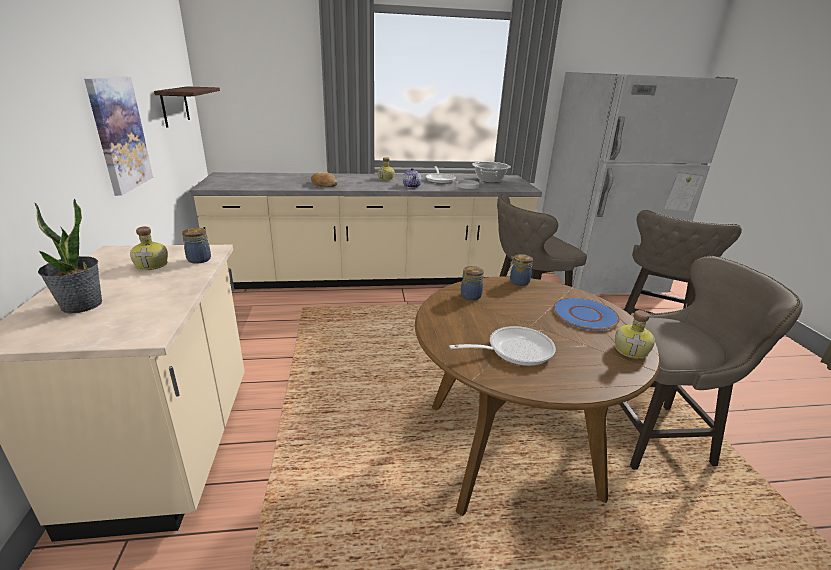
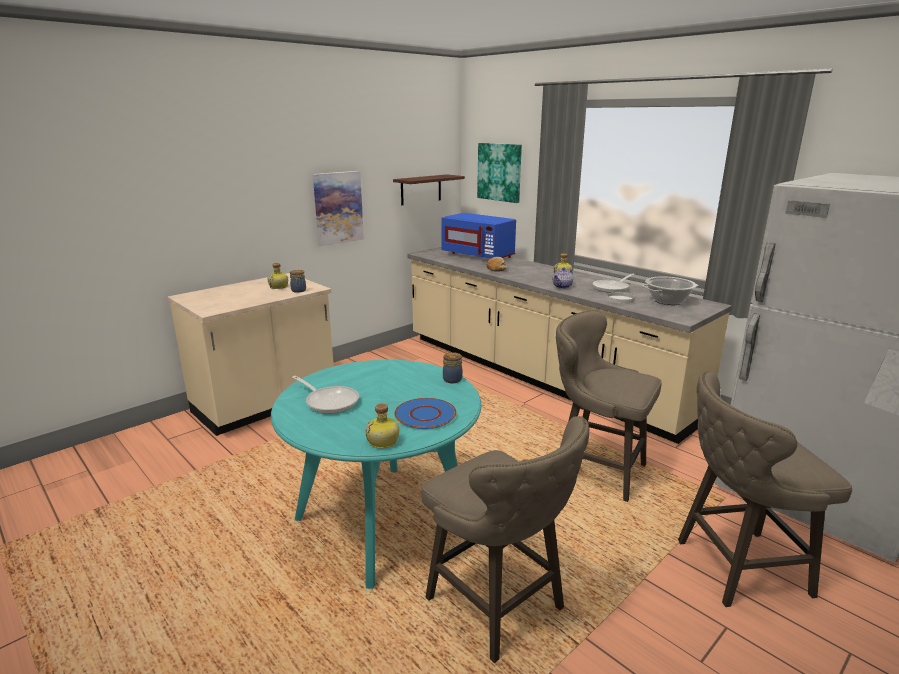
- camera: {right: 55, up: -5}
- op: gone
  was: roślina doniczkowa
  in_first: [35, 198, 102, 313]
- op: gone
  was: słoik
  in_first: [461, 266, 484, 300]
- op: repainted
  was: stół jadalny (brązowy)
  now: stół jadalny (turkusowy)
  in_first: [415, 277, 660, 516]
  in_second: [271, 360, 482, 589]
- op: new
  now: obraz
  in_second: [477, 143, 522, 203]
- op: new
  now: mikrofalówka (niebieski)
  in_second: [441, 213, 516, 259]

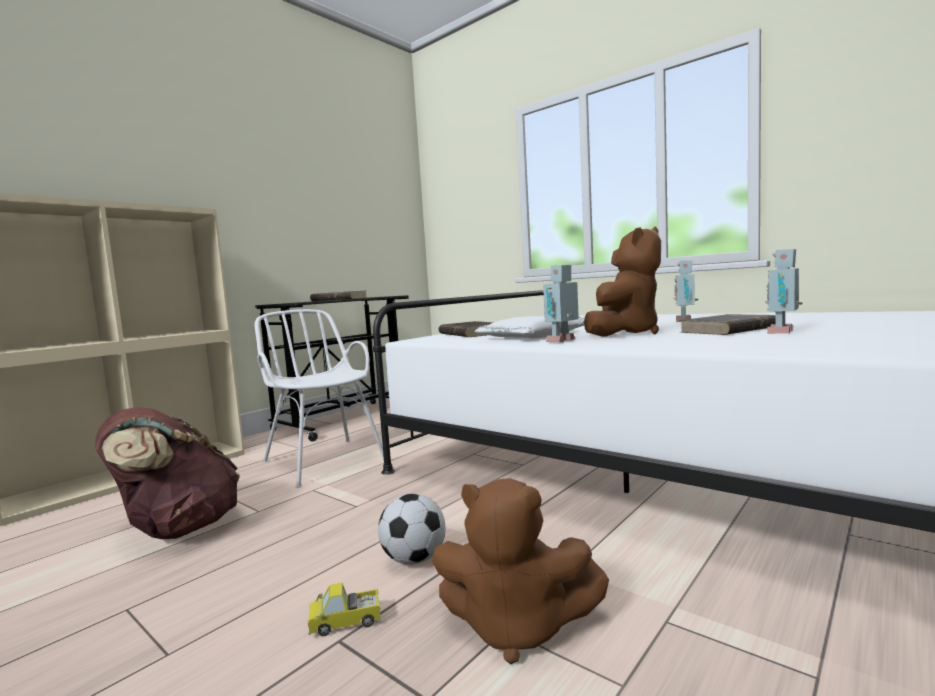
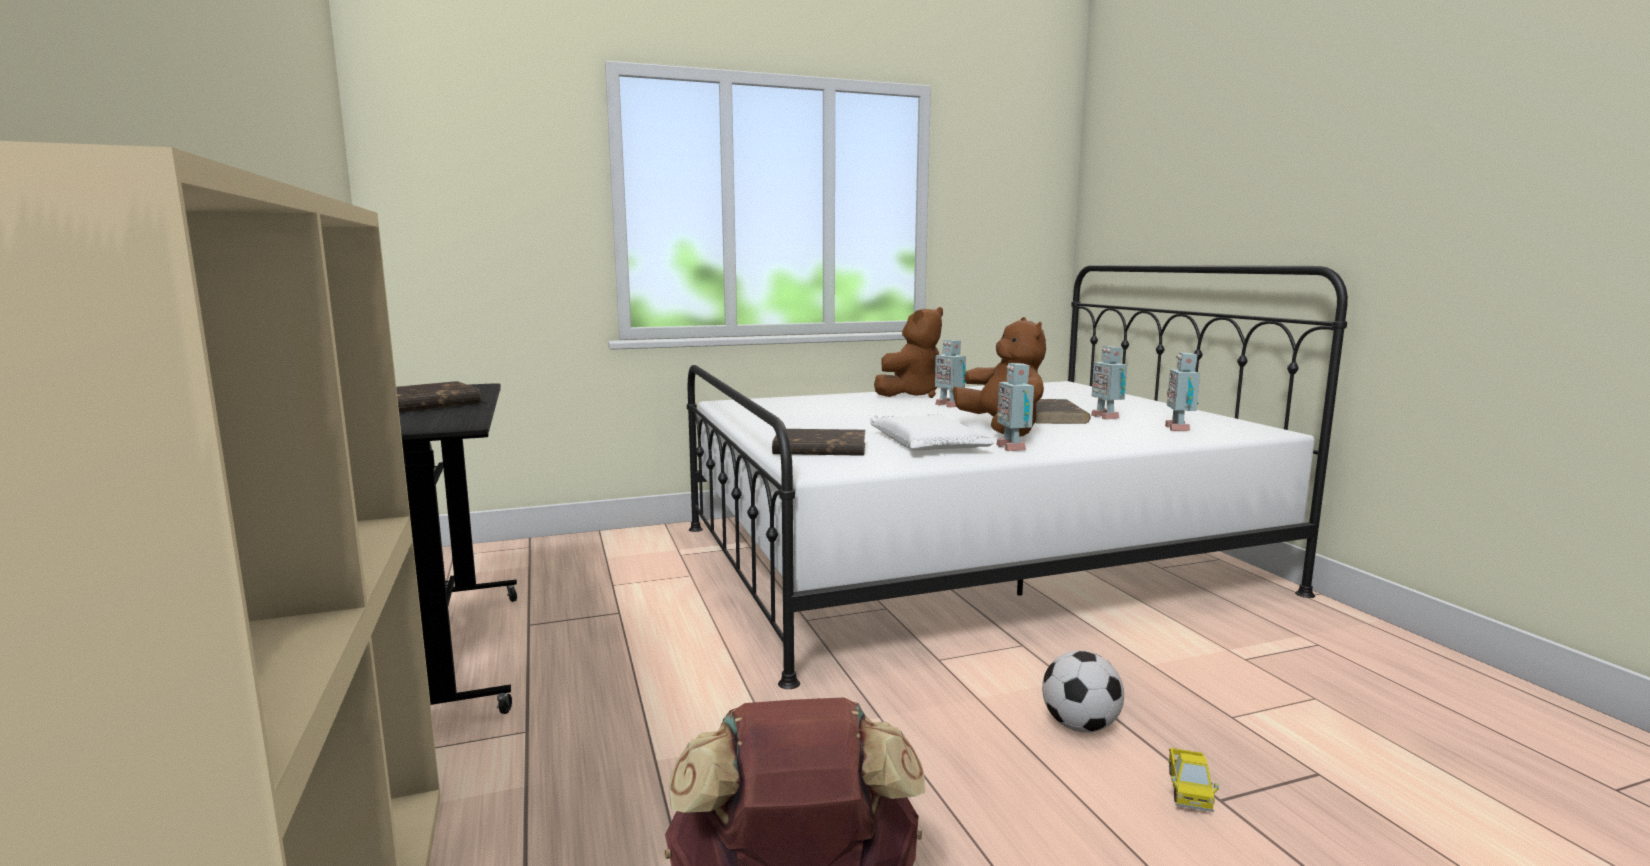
- camera: {right: -60, up: 5}
- op: gone
  was: krzesło (biały)
  in_first: [255, 309, 384, 488]
- op: shifted
  was: pluszak (brązowy)
  in_first: [432, 478, 609, 664]
  in_second: [874, 307, 943, 398]
- op: new
  now: robot zabawkowy
  in_second: [1165, 352, 1200, 431]

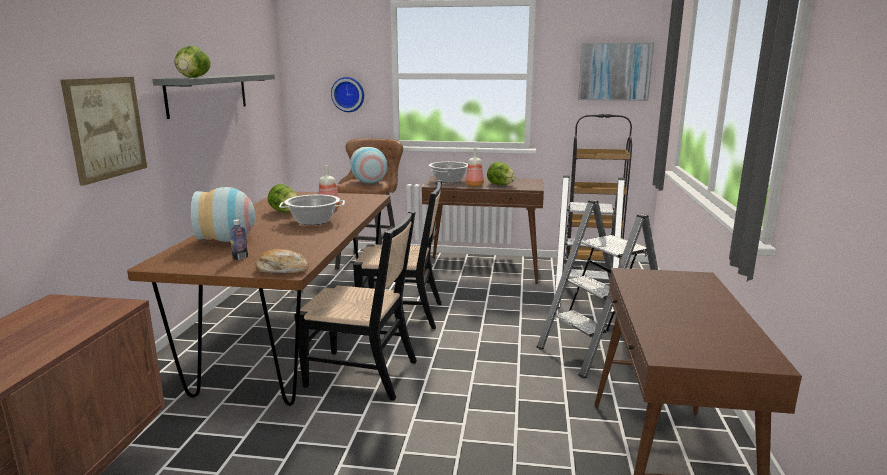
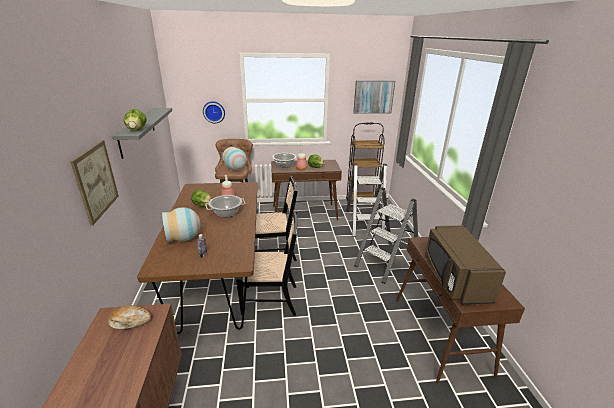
- camera: {right: -15, up: 10}
- op: shifted
  was: chleb
  in_first: [256, 249, 309, 274]
  in_second: [108, 305, 151, 329]
- op: new
  now: mikrofalówka (brązowy)
  in_second: [425, 226, 506, 304]

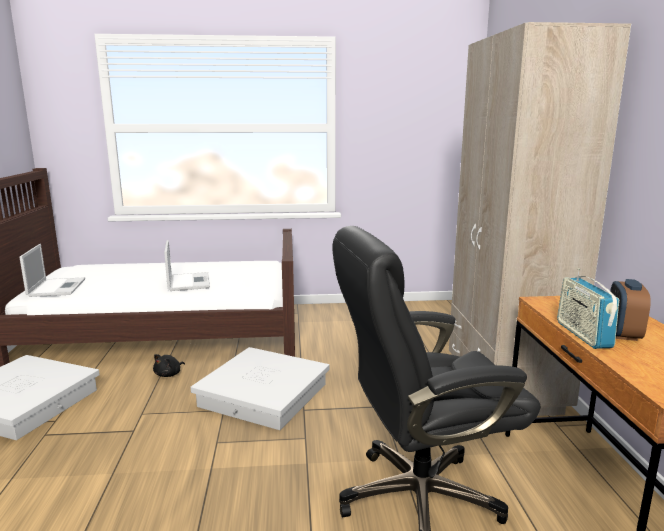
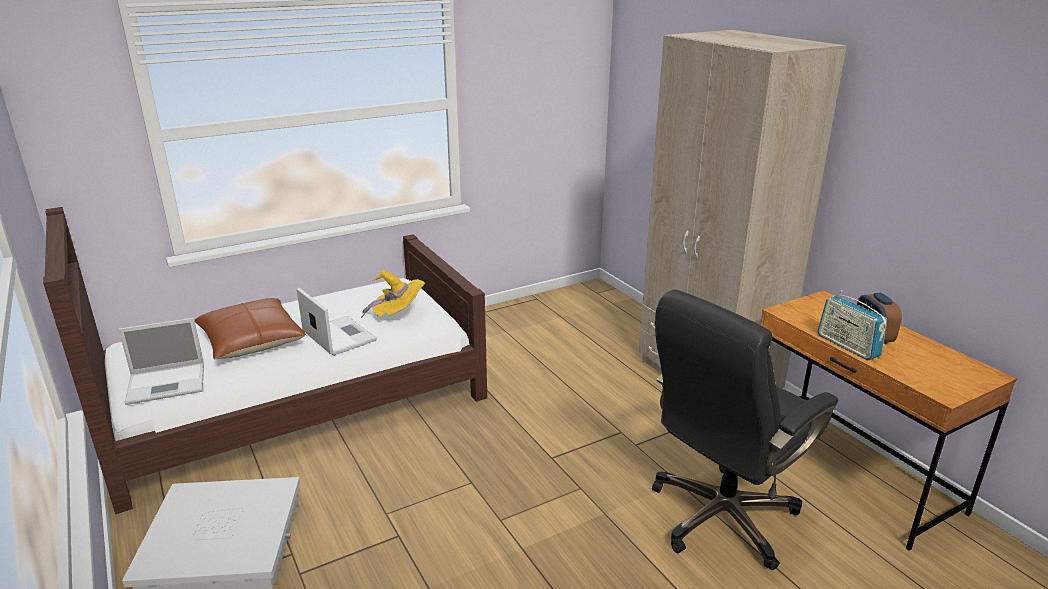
- camera: {right: -25, up: 10}
- op: rotated
  was: laptop
  in_first: [19, 244, 85, 297]
  in_second: [118, 318, 204, 405]
  clockwise: 105
- op: gone
  was: pojemnik do przechowywania (biały)
  in_first: [190, 347, 330, 430]
- op: gone
  was: pluszak (czarny)
  in_first: [153, 354, 185, 377]
- op: new
  now: kapelusz (żółty)
  in_second: [361, 270, 425, 318]
- op: new
  now: poduszka (brązowy)
  in_second: [195, 298, 306, 359]

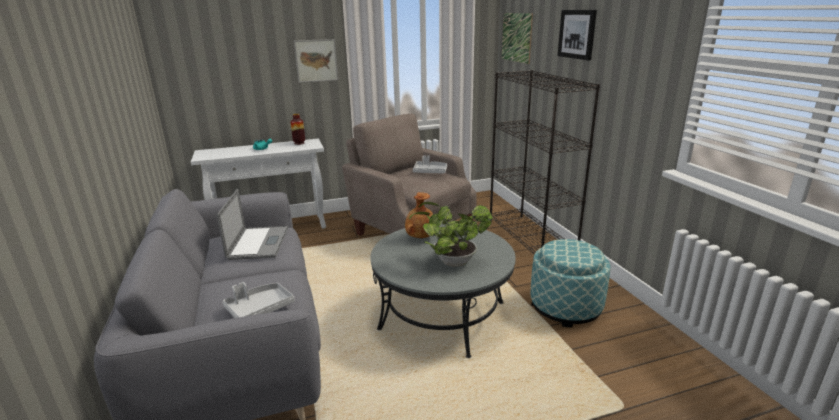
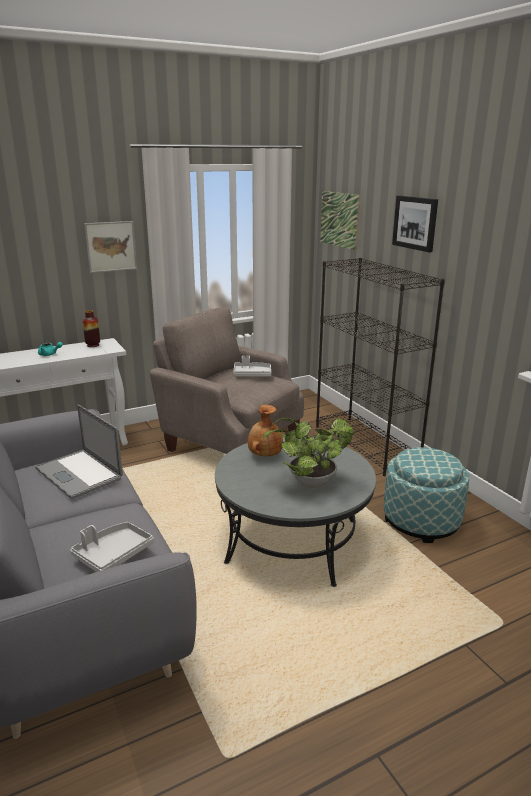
- camera: {right: -10, up: 0}
- op: rotated
  was: laptop
  in_first: [217, 189, 288, 260]
  in_second: [35, 404, 123, 499]
  clockwise: 150

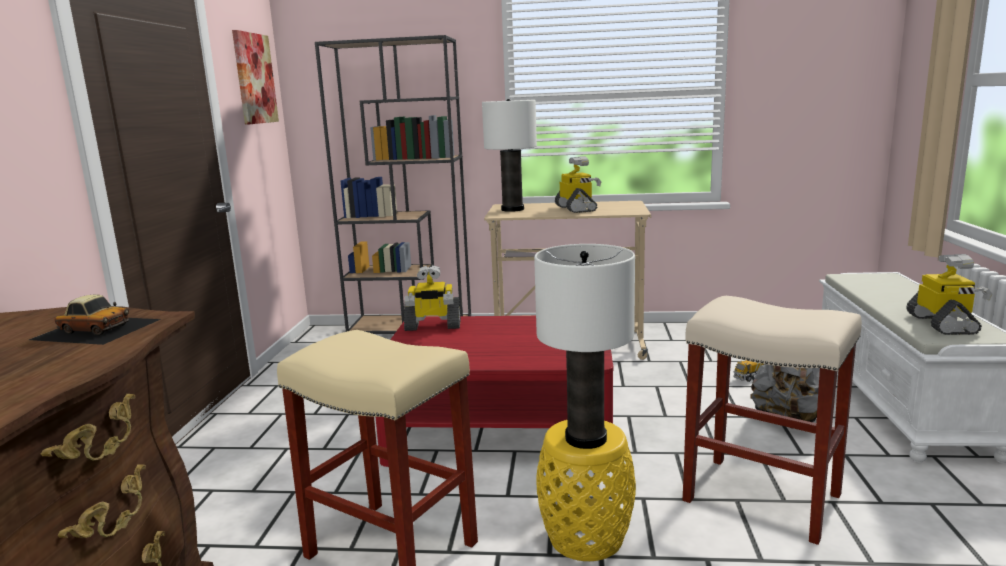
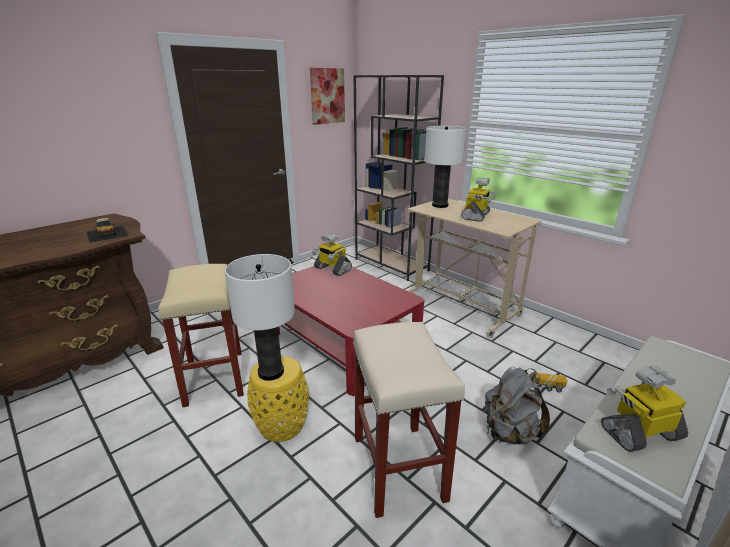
- camera: {right: 40, up: 10}
- op: rotated
  was: robot zabawkowy
  in_first: [906, 254, 992, 335]
  in_second: [601, 365, 688, 452]
  clockwise: -150

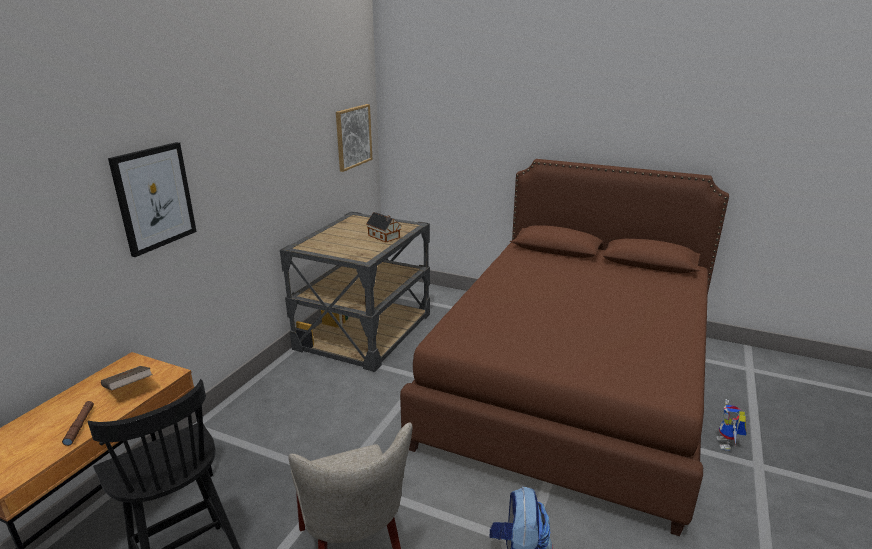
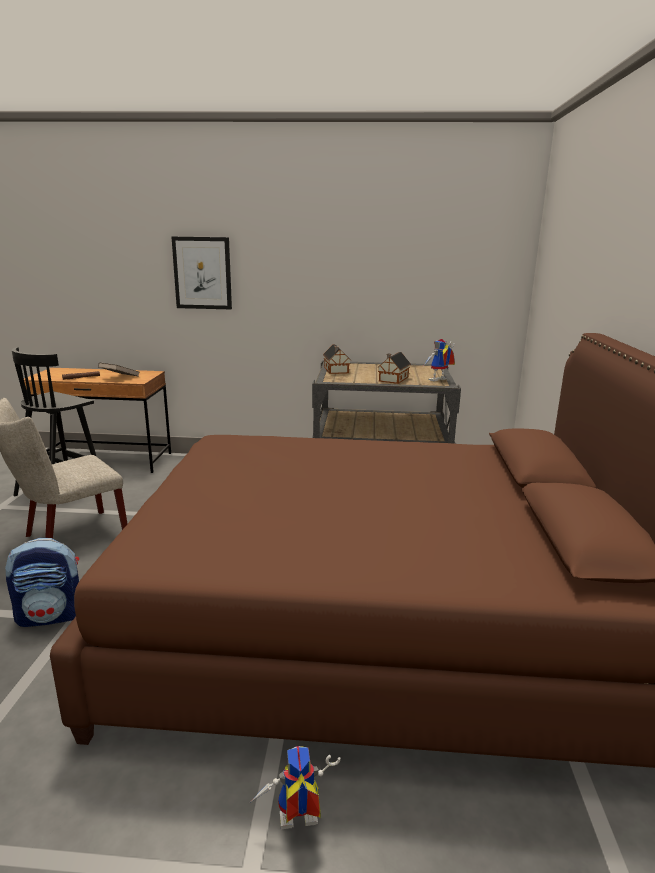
- camera: {right: 70, up: -5}
- op: gone
  was: obraz
  in_first: [336, 104, 372, 172]
- op: new
  now: robot zabawkowy
  in_second: [424, 339, 455, 381]
- op: new
  now: domek
  in_second: [323, 344, 350, 374]

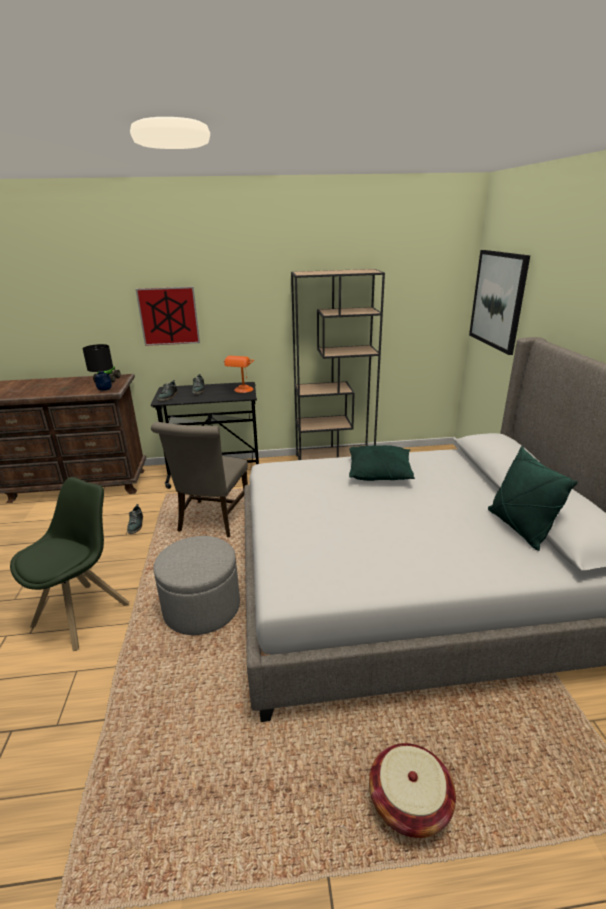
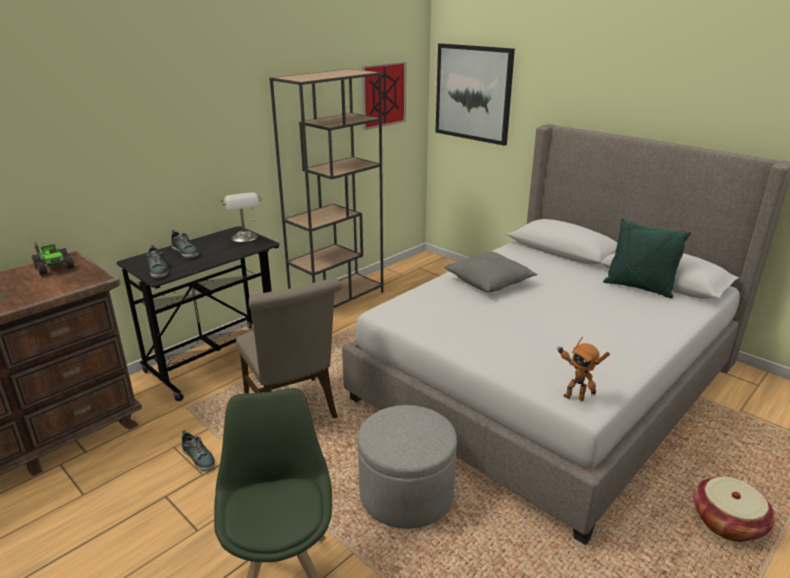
- camera: {right: -40, up: 0}
- op: shifted
  was: obraz
  in_first: [135, 287, 200, 346]
  in_second: [362, 62, 406, 130]
- op: gone
  was: lampa stołowa (czarny)
  in_first: [83, 344, 113, 391]
- op: repainted
  was: lampa stołowa (pomarańczowy)
  now: lampa stołowa (biały)
  in_first: [224, 356, 254, 393]
  in_second: [221, 192, 262, 242]
- op: repainted
  was: poduszka (zielony)
  now: poduszka (szary)
  in_first: [349, 445, 415, 481]
  in_second: [444, 252, 538, 292]
- op: new
  now: robot zabawkowy
  in_second: [557, 337, 610, 401]

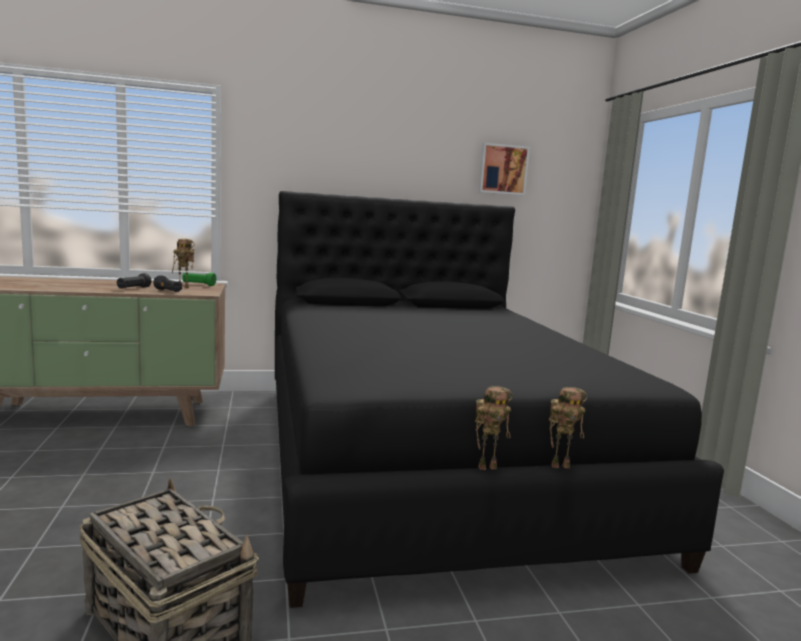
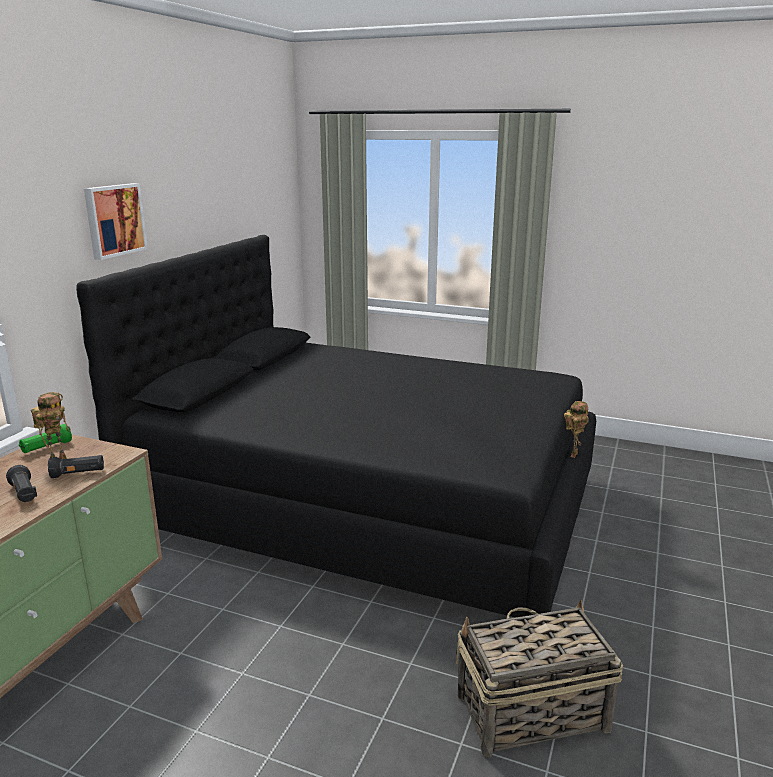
- camera: {right: -55, up: 10}
- op: shifted
  was: obraz
  in_first: [478, 143, 530, 195]
  in_second: [84, 183, 148, 260]
- op: gone
  was: robot zabawkowy
  in_first: [475, 387, 513, 470]

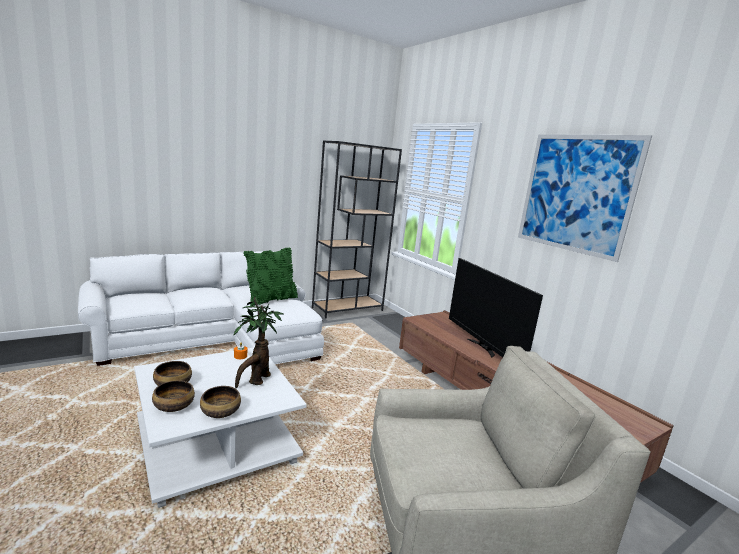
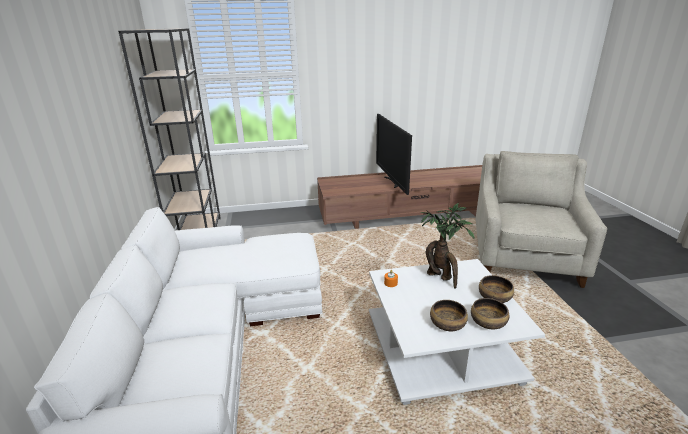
- camera: {right: -65, up: 10}
- op: gone
  was: obraz
  in_first: [518, 134, 652, 262]
- op: gone
  was: poduszka (zielony)
  in_first: [243, 248, 298, 306]
- op: rotated
  was: telewizor
  in_first: [449, 258, 543, 358]
  in_second: [376, 114, 412, 195]
  clockwise: 75

